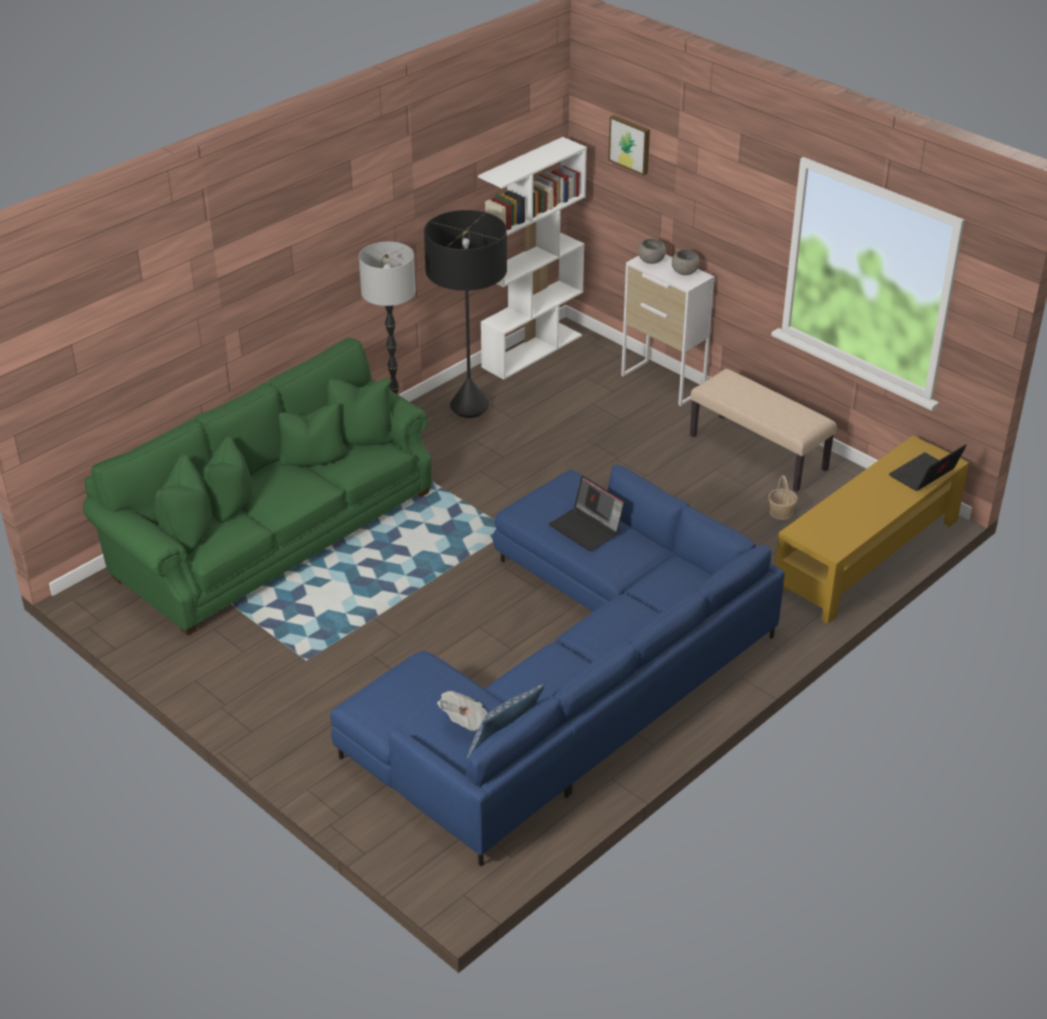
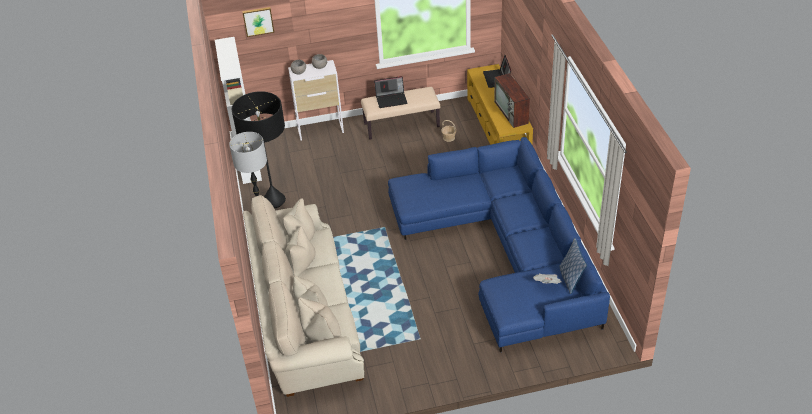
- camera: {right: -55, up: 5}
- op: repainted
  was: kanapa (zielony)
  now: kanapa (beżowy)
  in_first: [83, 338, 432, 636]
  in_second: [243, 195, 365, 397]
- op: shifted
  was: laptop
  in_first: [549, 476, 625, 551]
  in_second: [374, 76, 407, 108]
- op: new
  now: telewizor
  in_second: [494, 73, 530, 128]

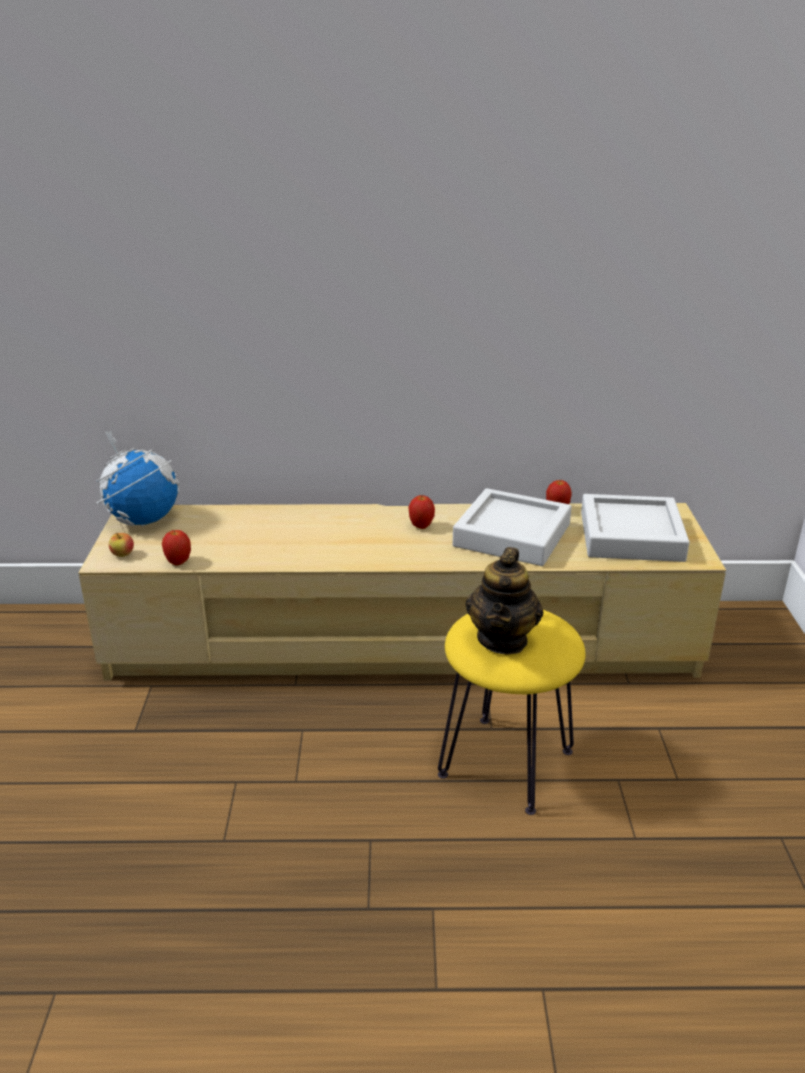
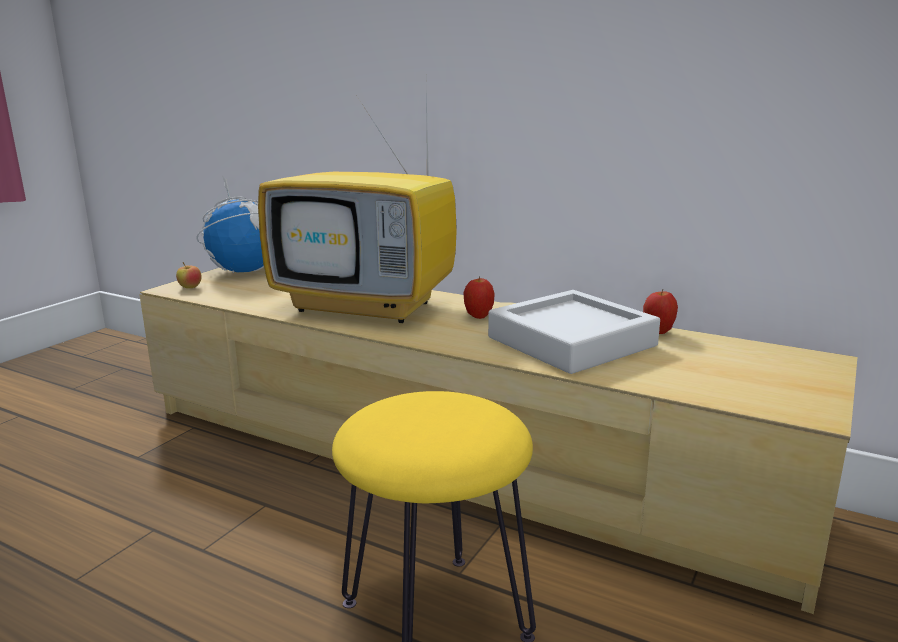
- camera: {right: 30, up: -10}
- op: gone
  was: taca (szary)
  in_first: [581, 494, 690, 562]
- op: gone
  was: jabłko
  in_first: [162, 530, 191, 566]
- op: gone
  was: imbryk
  in_first: [465, 547, 543, 655]
- op: new
  now: telewizor
  in_second: [258, 89, 457, 323]

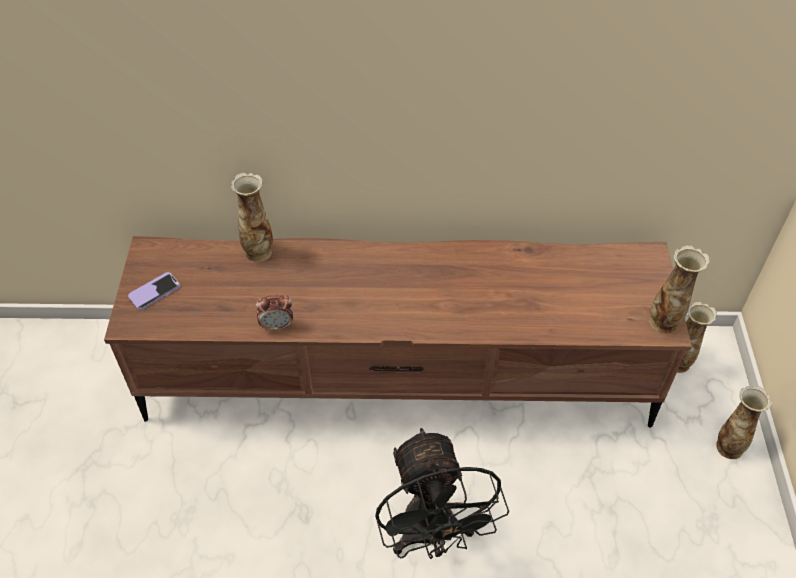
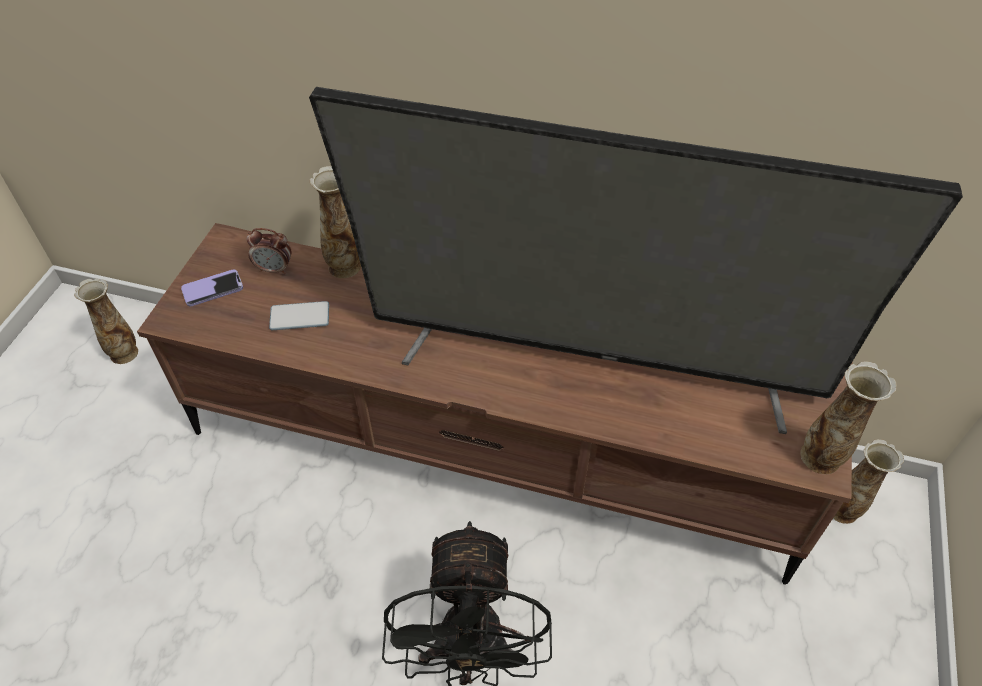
- camera: {right: 15, up: 0}
- op: shifted
  was: budzik
  in_first: [256, 295, 293, 331]
  in_second: [247, 228, 292, 274]
- op: shifted
  was: wazon
  in_first: [716, 386, 772, 459]
  in_second: [74, 278, 138, 364]
- op: new
  now: telewizor
  in_second: [309, 87, 963, 434]
- op: new
  now: telefon
  in_second: [269, 301, 329, 330]

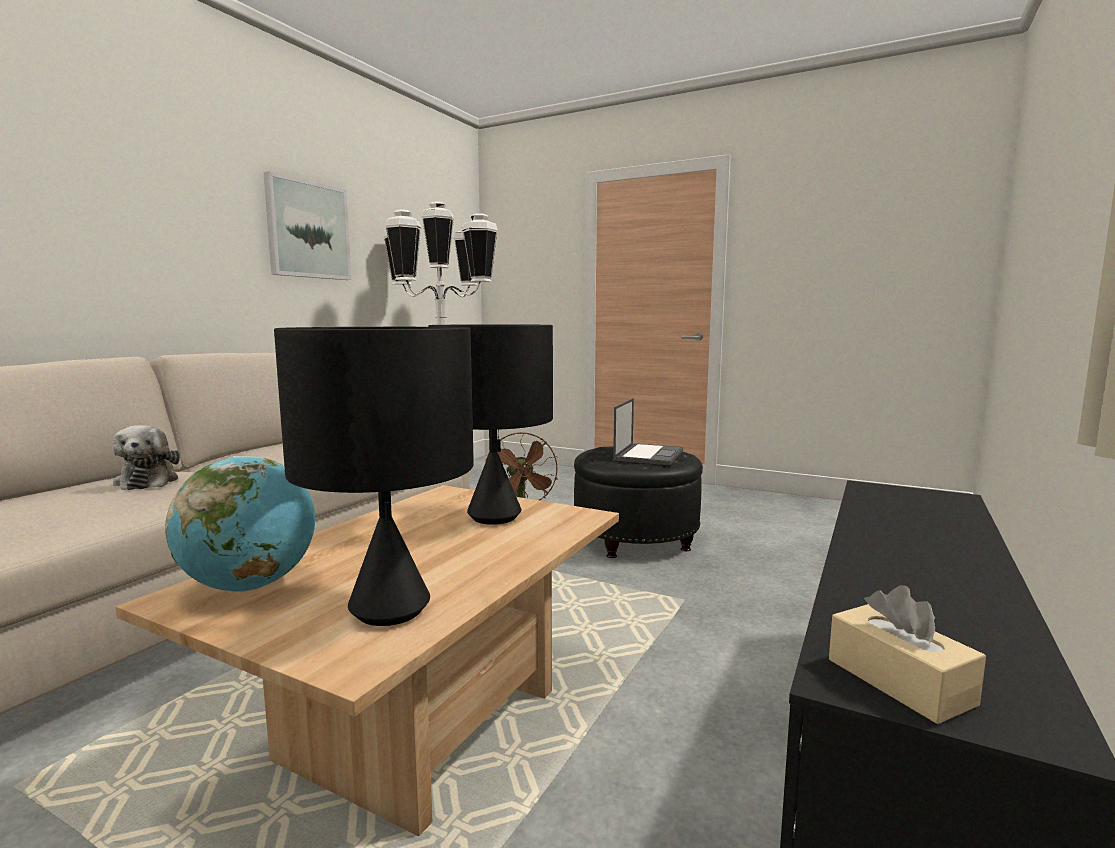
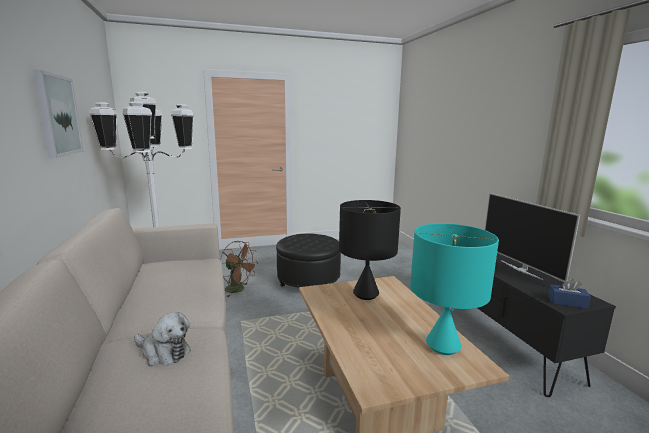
- camera: {right: -45, up: 5}
- op: repainted
  was: lampa stołowa (czarny)
  now: lampa stołowa (turkusowy)
  in_first: [274, 327, 474, 626]
  in_second: [410, 223, 499, 355]
- op: gone
  was: laptop
  in_first: [613, 398, 683, 465]
- op: gone
  was: globus
  in_first: [165, 456, 315, 592]
- op: repainted
  was: pudełko chusteczek (beżowy)
  now: pudełko chusteczek (niebieski)
  in_first: [829, 585, 986, 724]
  in_second: [548, 278, 591, 309]
- op: new
  now: telewizor
  in_second: [485, 193, 580, 282]

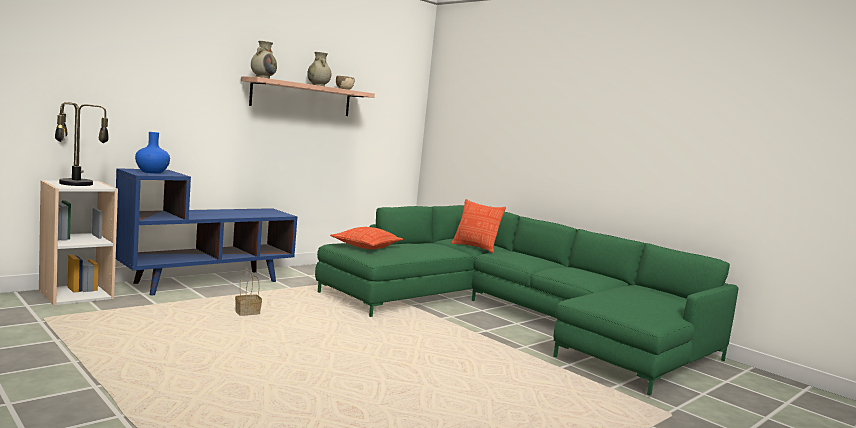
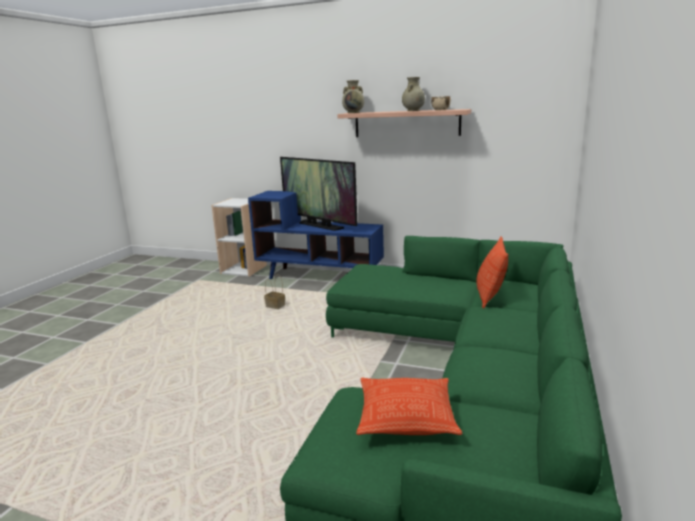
- camera: {right: 65, up: 10}
- op: gone
  was: lampa stołowa
  in_first: [55, 102, 108, 186]
- op: gone
  was: wazon (niebieski)
  in_first: [135, 132, 170, 173]
- op: shifted
  was: poduszka (pomarańczowy)
  in_first: [330, 227, 403, 249]
  in_second: [356, 378, 462, 435]
- op: new
  now: telewizor
  in_second: [280, 157, 358, 231]

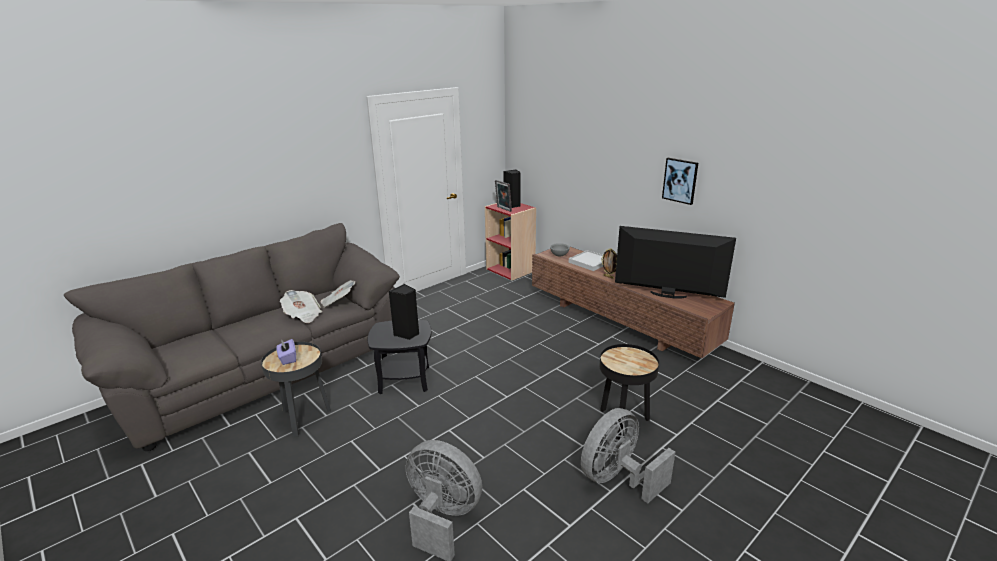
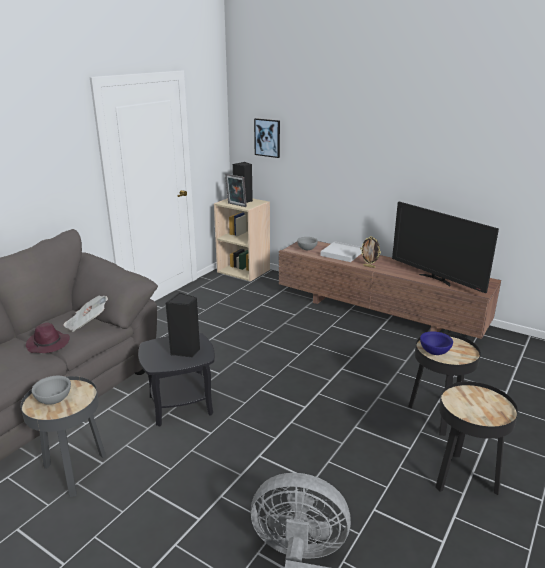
- camera: {right: -15, up: 0}
- op: shifted
  was: obraz
  in_first: [662, 158, 698, 205]
  in_second: [254, 118, 280, 158]
- op: repainted
  was: regał (czerwony)
  now: regał (beżowy)
  in_first: [485, 203, 536, 280]
  in_second: [214, 198, 270, 282]
- op: rotated
  was: telewizor
  in_first: [615, 226, 736, 298]
  in_second: [392, 201, 499, 293]
  clockwise: -135
- op: swapped
  was: gazeta
  now: kapelusz (fioletowy)
  in_first: [280, 290, 322, 323]
  in_second: [26, 323, 70, 353]
- op: swapped
  was: pudełko chusteczek (fioletowy)
  now: miska (szary)
  in_first: [276, 339, 296, 365]
  in_second: [31, 376, 71, 405]
- op: swapped
  was: wentylator (szary)
  now: stolik (czarny)
  in_first: [581, 408, 675, 503]
  in_second: [435, 381, 518, 495]
- op: new
  now: miska (niebieski)
  in_second: [420, 331, 453, 355]

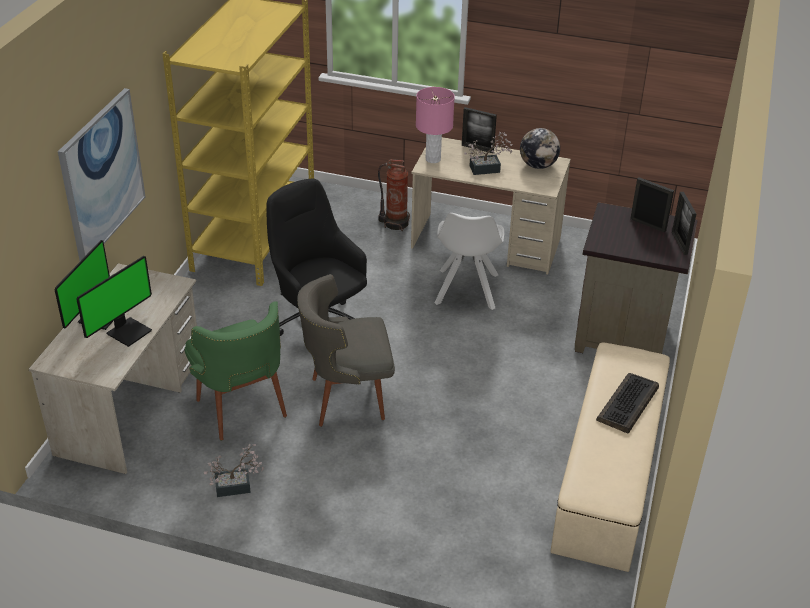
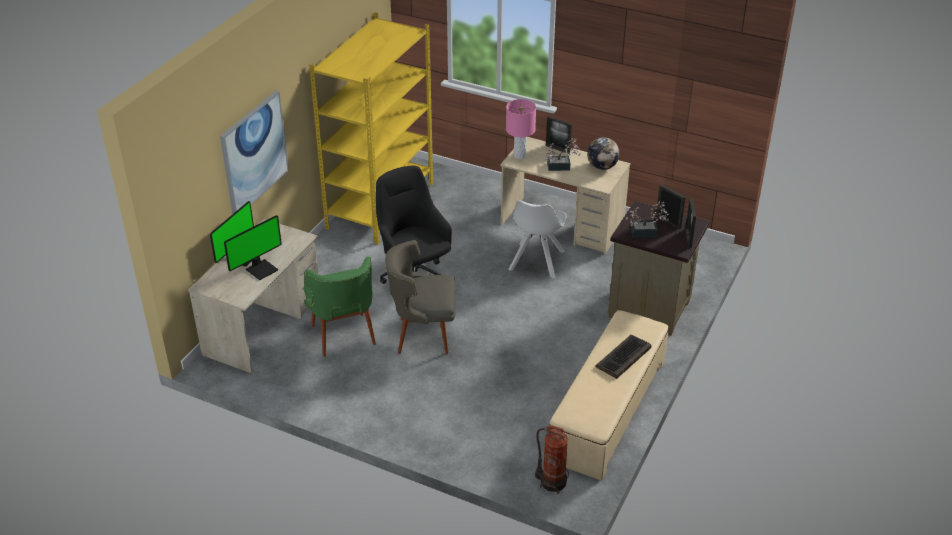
- camera: {right: 10, up: 0}
- op: shifted
  was: gaśnica
  in_first: [378, 159, 410, 231]
  in_second: [535, 425, 569, 494]
- op: shifted
  was: roślina doniczkowa
  in_first: [204, 444, 264, 497]
  in_second: [626, 201, 669, 238]

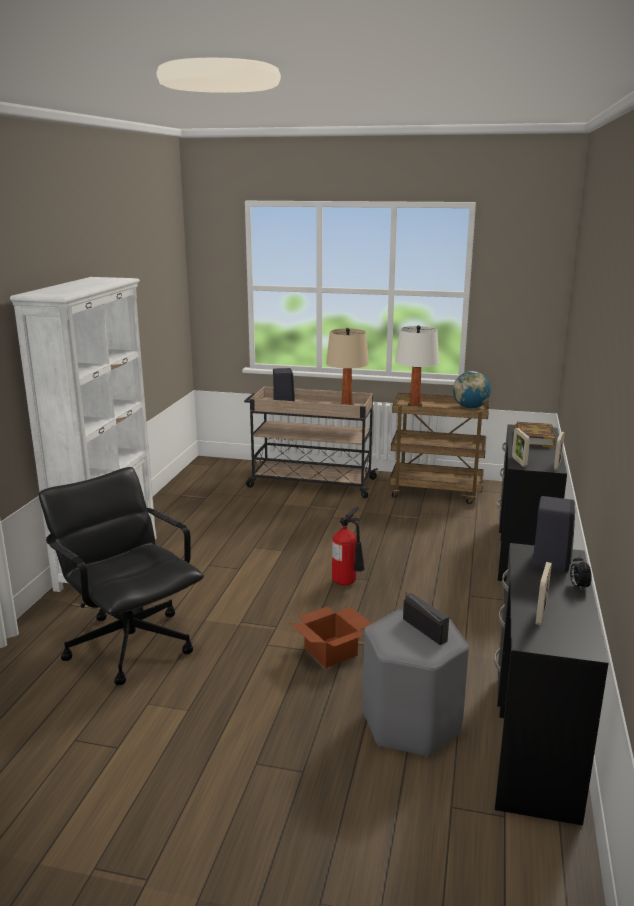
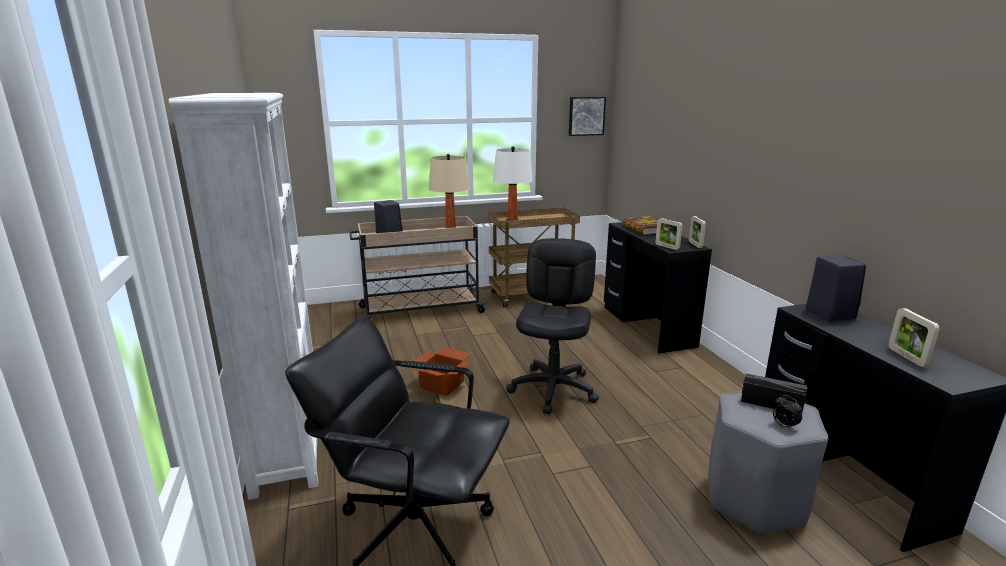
- camera: {right: -30, up: 0}
- op: gone
  was: globus
  in_first: [453, 371, 491, 409]
- op: swapped
  was: gaśnica
  now: krzesło biurowe (czarny)
  in_first: [332, 506, 365, 585]
  in_second: [506, 238, 599, 414]
- op: shifted
  was: budzik
  in_first: [570, 555, 592, 591]
  in_second: [773, 395, 802, 431]
- op: shifted
  was: karton
  in_first: [290, 606, 372, 668]
  in_second: [411, 347, 472, 396]
- op: new
  now: obraz
  in_second: [569, 97, 606, 136]

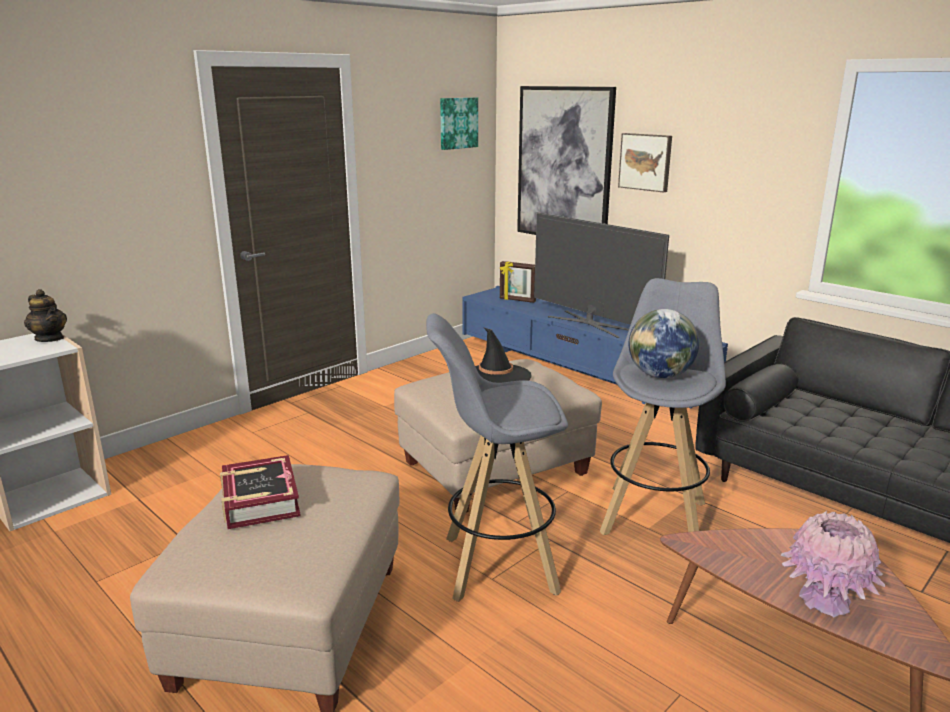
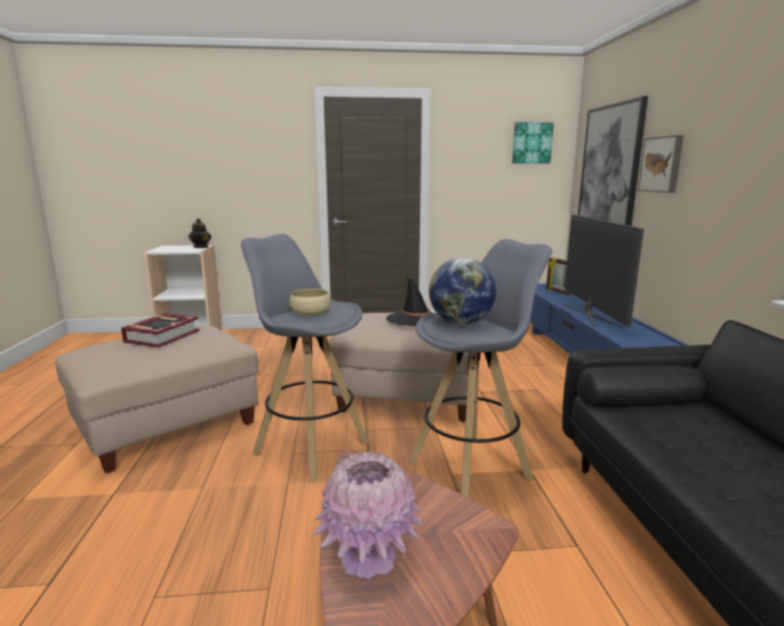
- camera: {right: 40, up: -5}
- op: new
  now: miska (beżowy)
  in_second: [289, 289, 331, 316]

